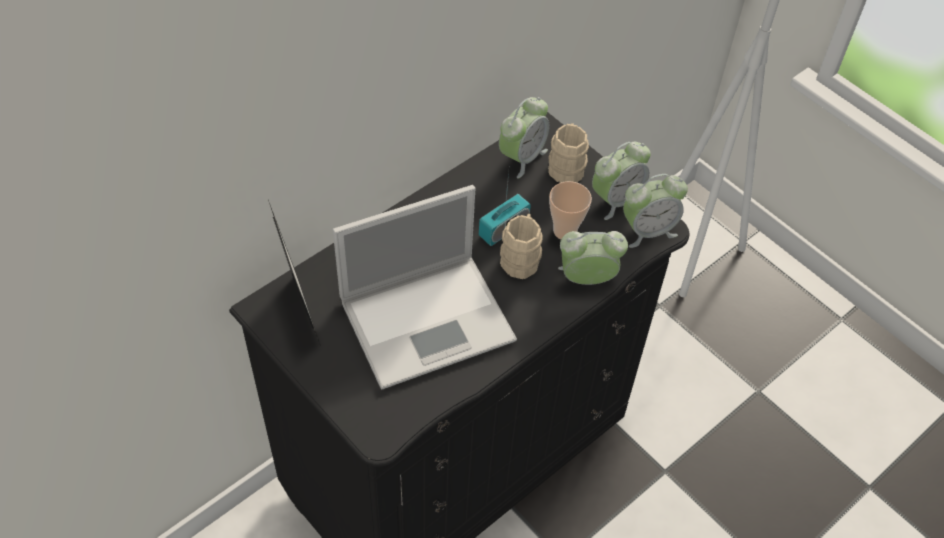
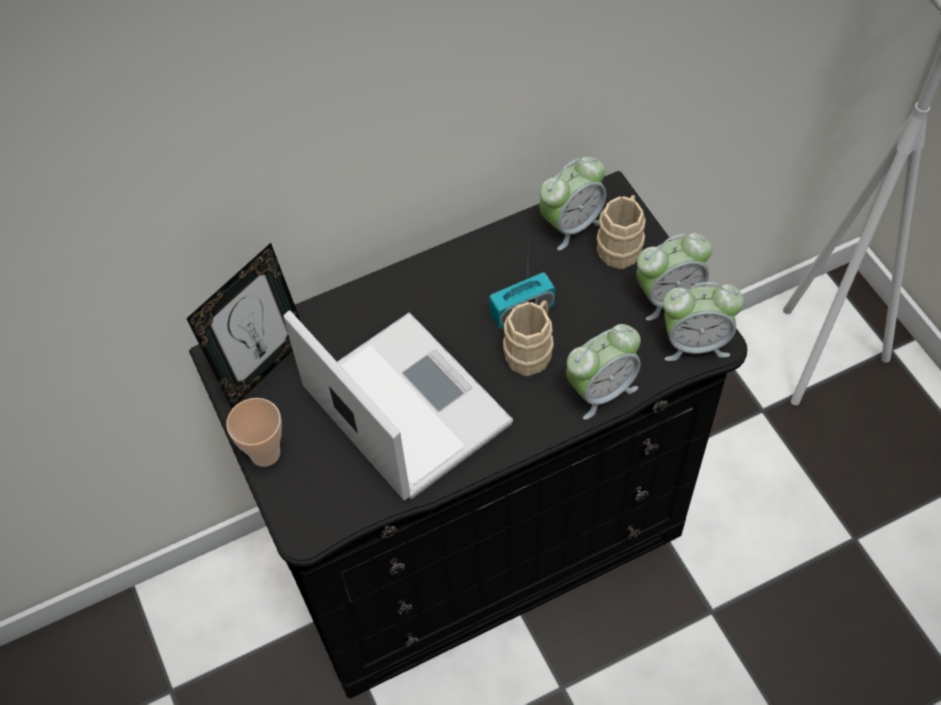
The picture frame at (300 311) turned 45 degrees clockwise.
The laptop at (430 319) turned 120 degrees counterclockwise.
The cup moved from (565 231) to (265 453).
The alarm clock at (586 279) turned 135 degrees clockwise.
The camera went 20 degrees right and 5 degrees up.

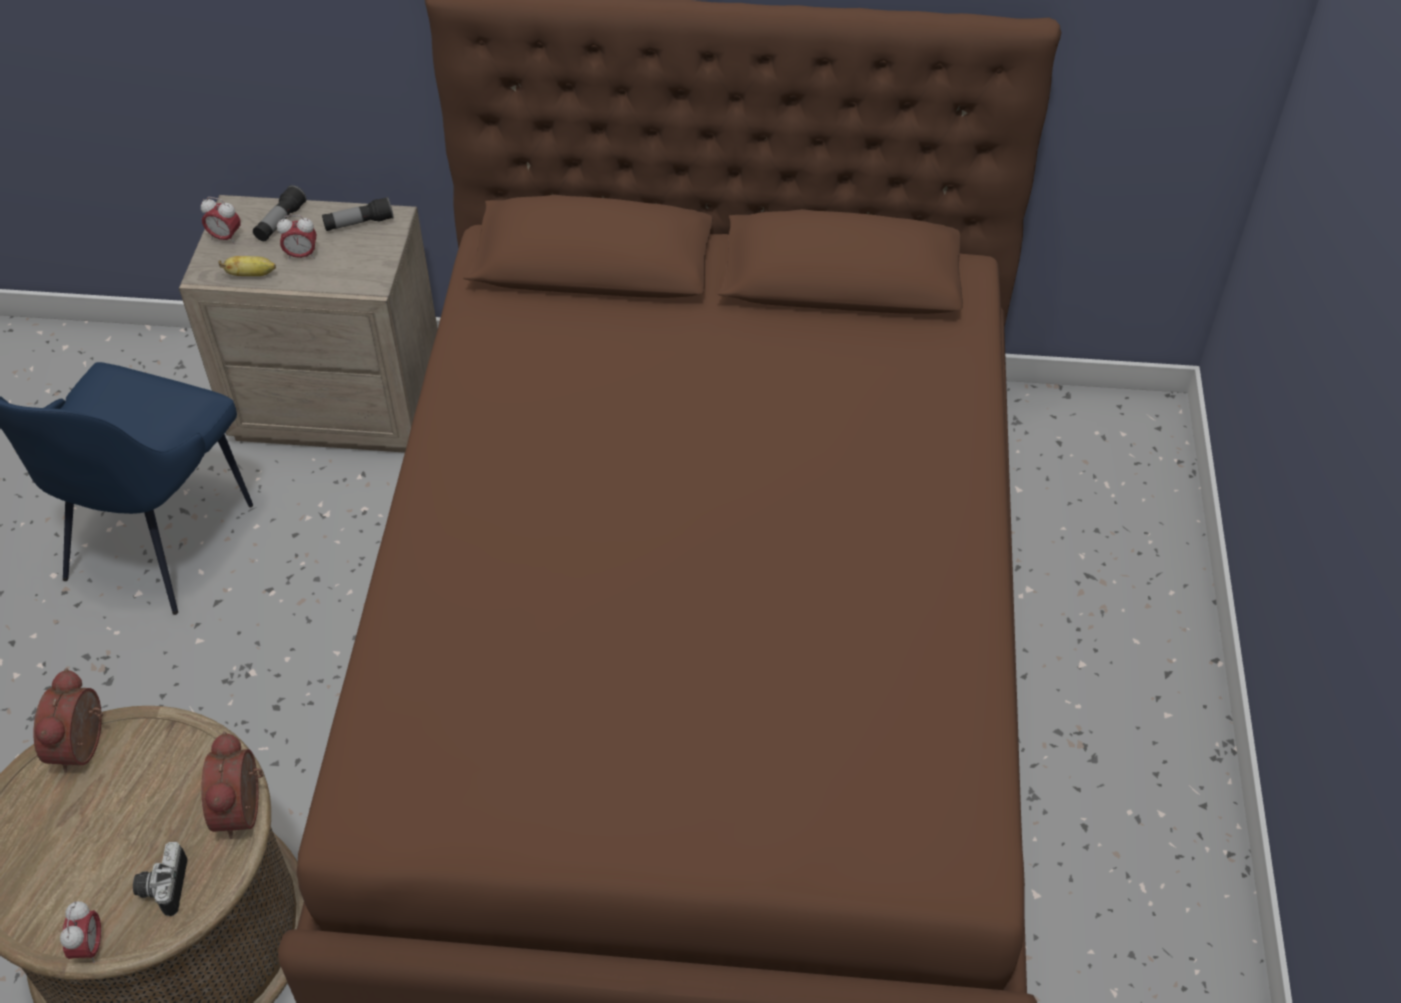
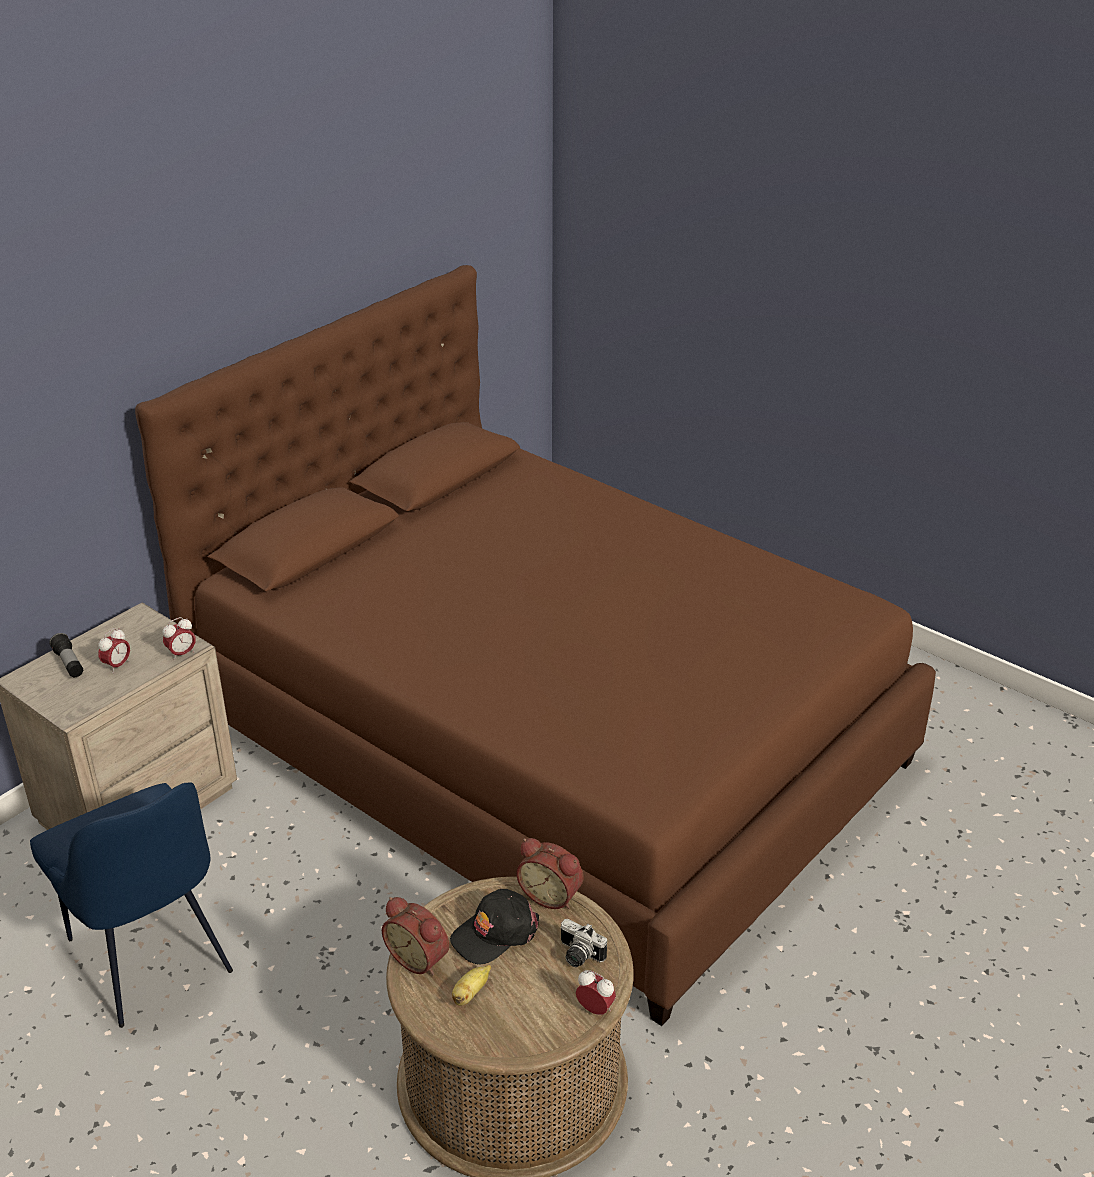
The alarm clock moved from (225 238) to (182 654).
The banana moved from (252 275) to (471 993).
The flashlight at (359 223) disappeared.
The black cap at (495 933) appeared.
The camera went 55 degrees left and 15 degrees down.

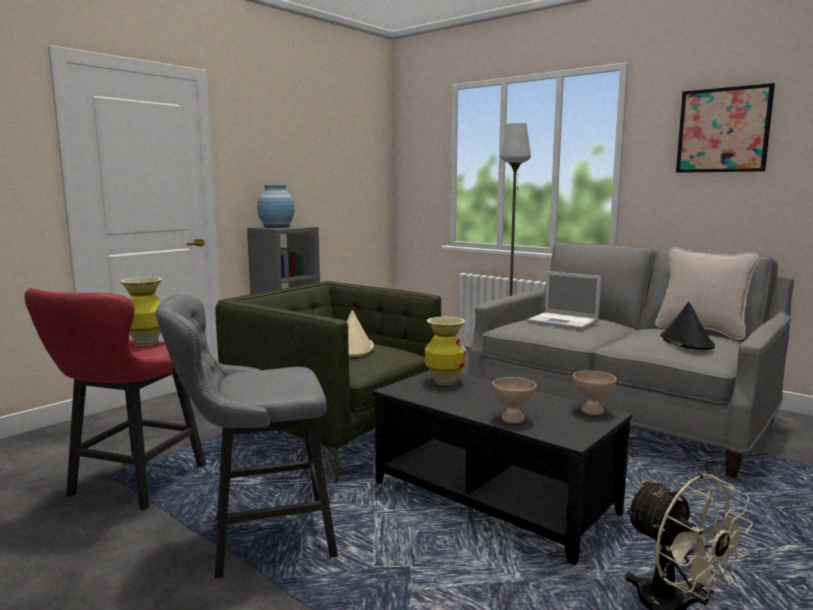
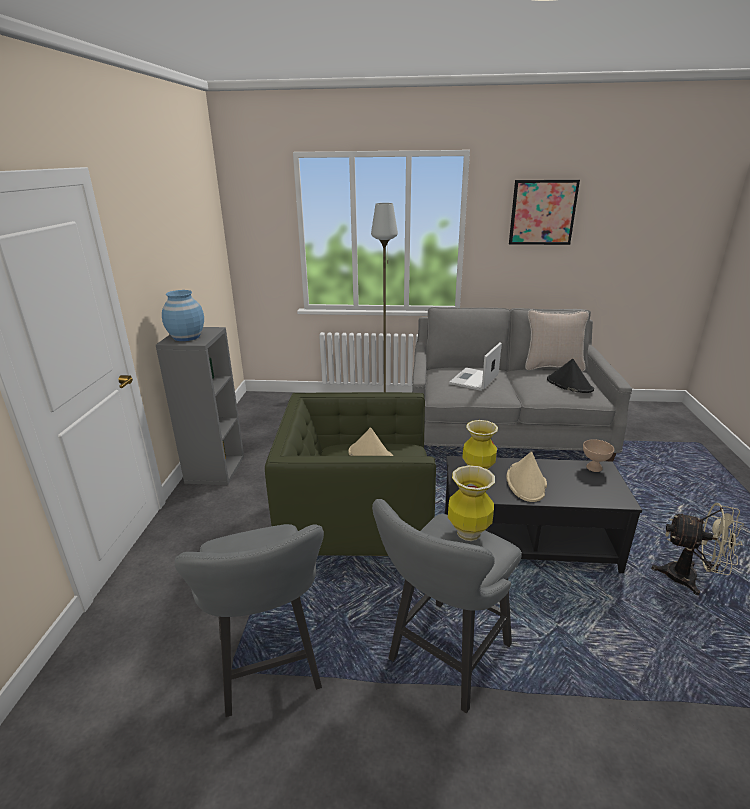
The red stool at (128 487) became the grey stool at (270 673).
The vase moved from (146 343) to (468 533).
The beige bowl at (513 419) disappeared.
The laptop at (564 321) turned 120 degrees clockwise.
The beige hat at (526 482) appeared.
The camera went 35 degrees left and 15 degrees up.

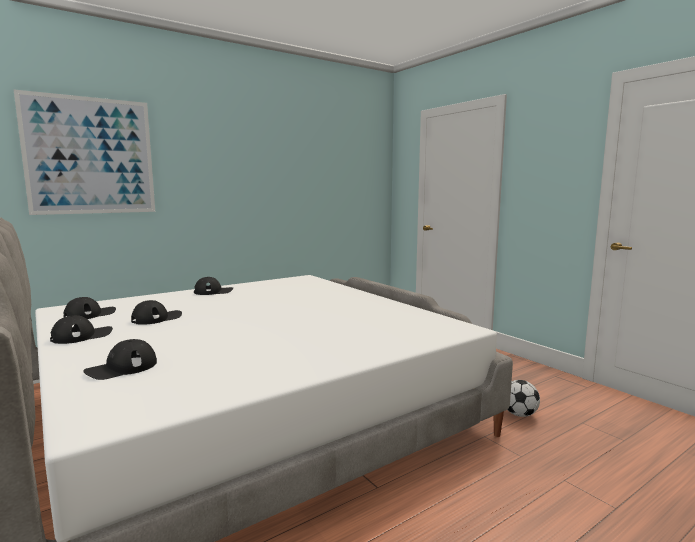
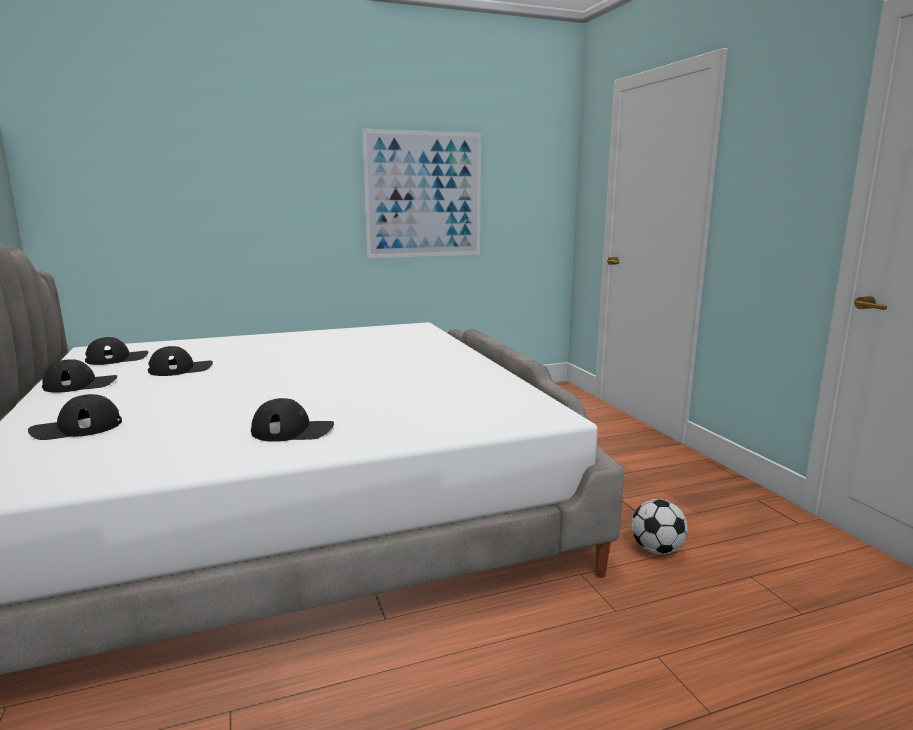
The picture moved from (90 156) to (424 195).
The black cap moved from (213 291) to (293 430).
The camera went 15 degrees right and 5 degrees up.

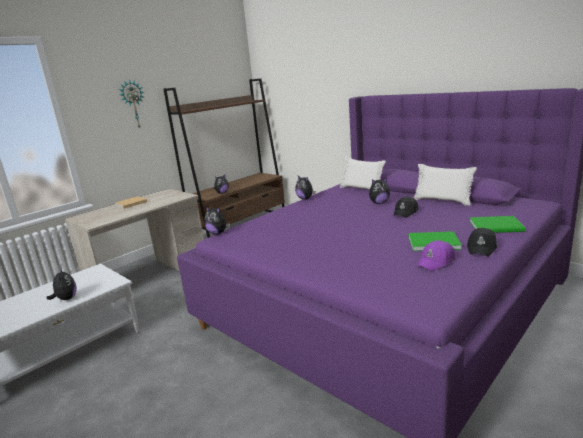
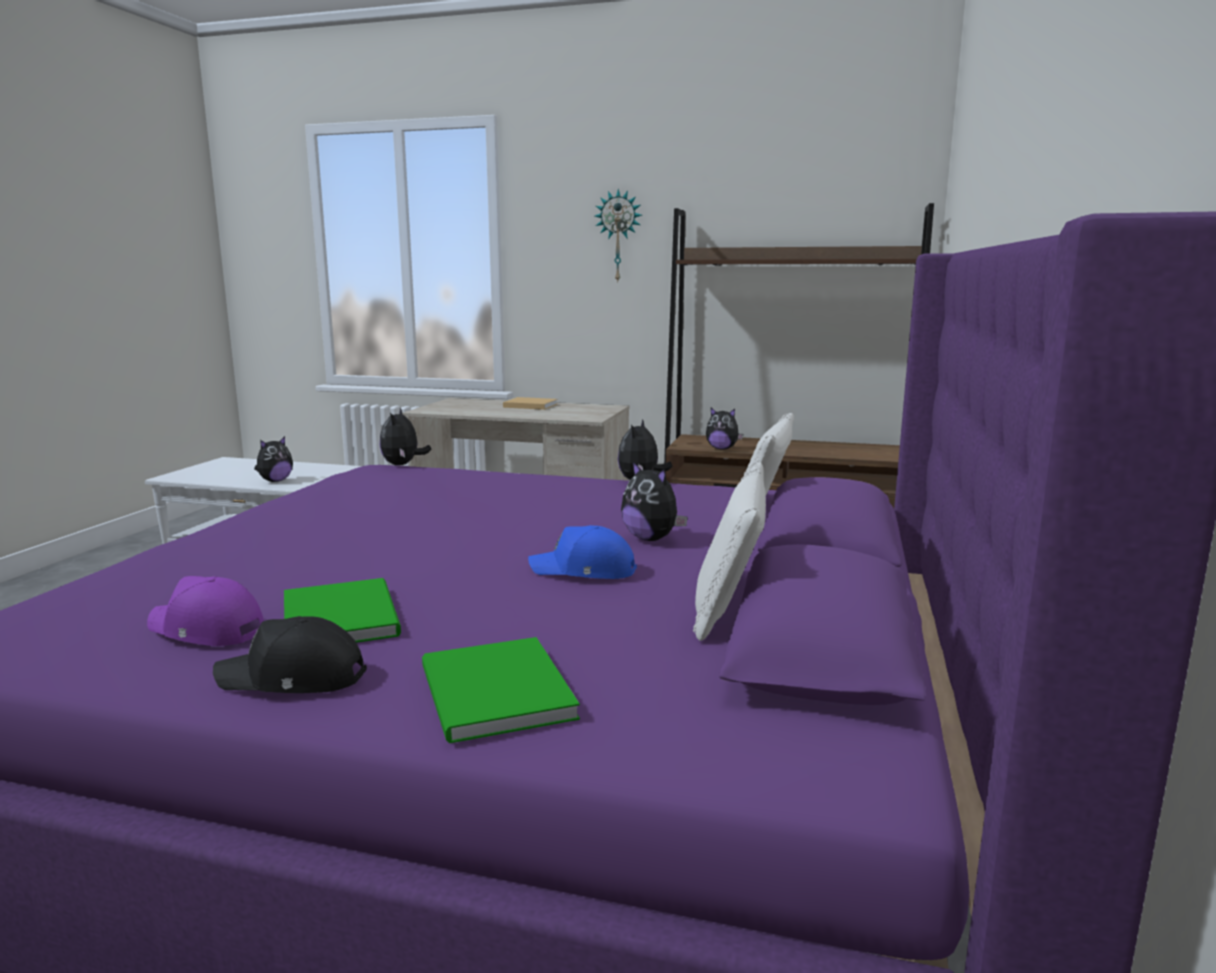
The black cap at (406 212) became the blue cap at (584 571).
The camera went 60 degrees right and 5 degrees down.

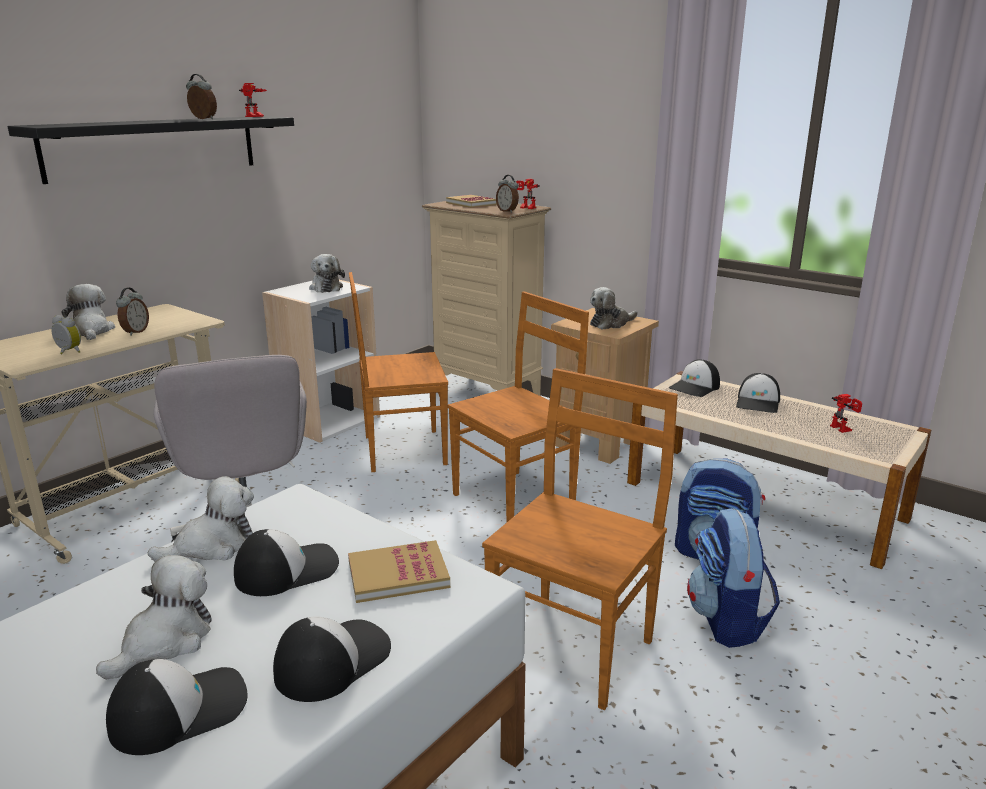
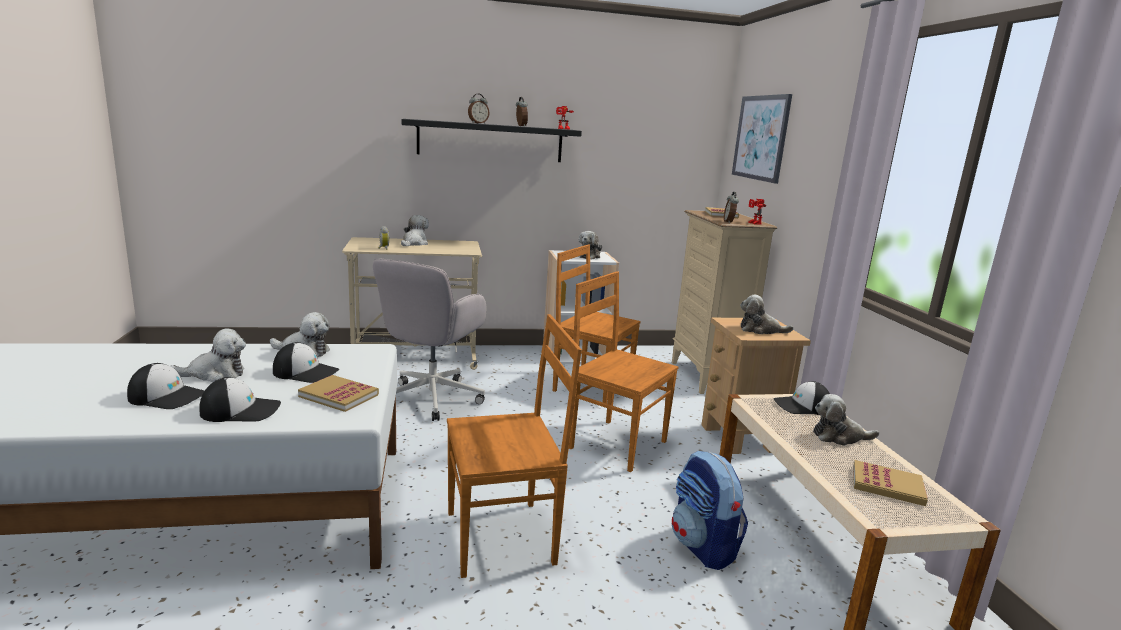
The alarm clock moved from (135 332) to (478 123).
The brown chair at (516 499) turned 150 degrees counterclockwise.
The backpack at (727 621) disappeared.
The cap at (758 403) was replaced by the plush toy at (839 437).
The toy robot at (844 428) was replaced by the book at (887 485).
The picture at (761 138) appeared.
The camera went 40 degrees right and 5 degrees down.

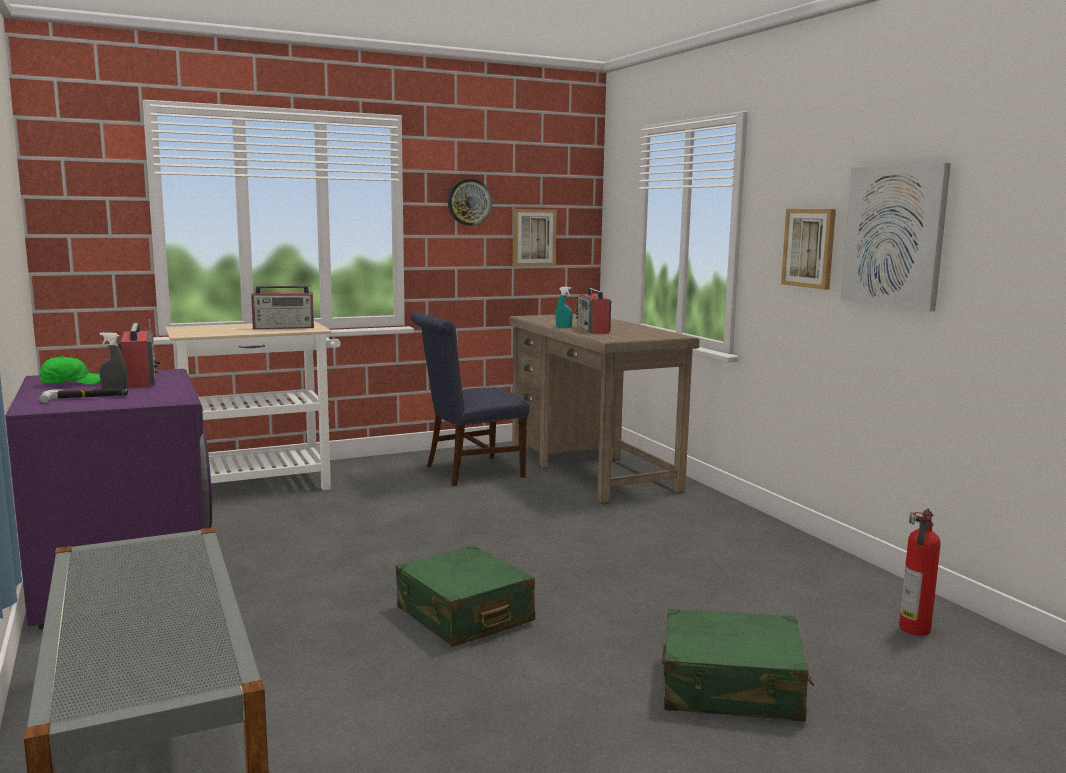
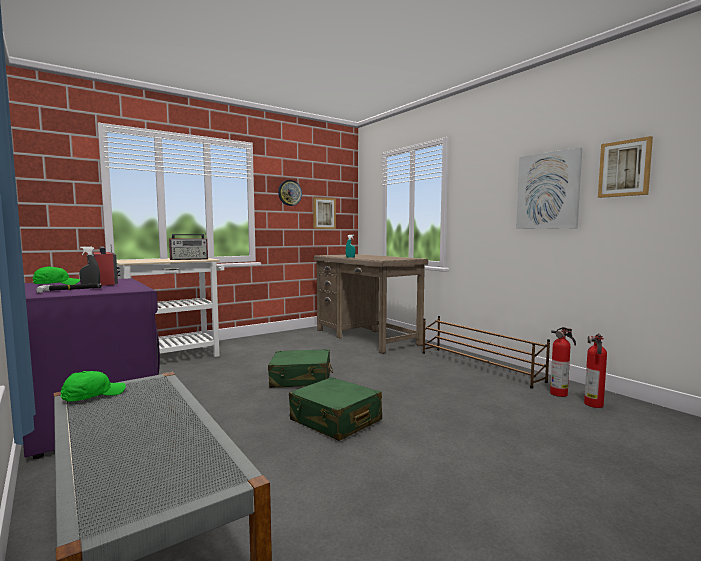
The blue chair at (468 472) disappeared.
The radio at (593 330) disappeared.
The green suitcase moved from (732 688) to (301 379).
The picture moved from (809 248) to (624 168).
The green cap at (93 396) appeared.
The brown shoe rack at (478 366) appeared.
The fire extinguisher at (560 394) appeared.
The camera went 10 degrees left and 5 degrees down.

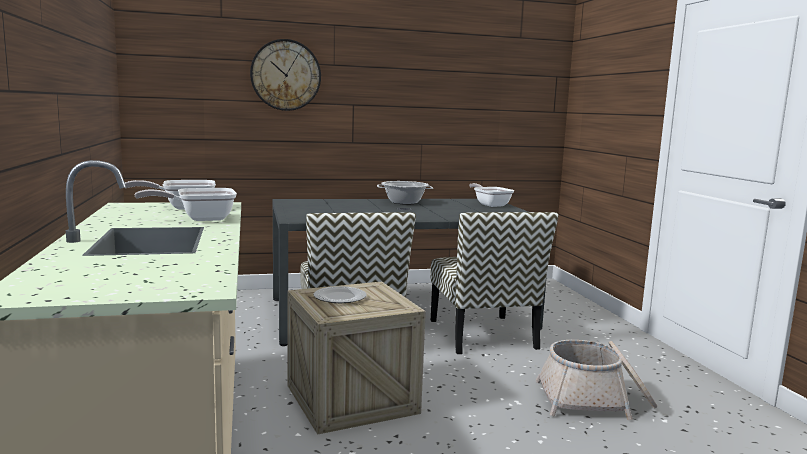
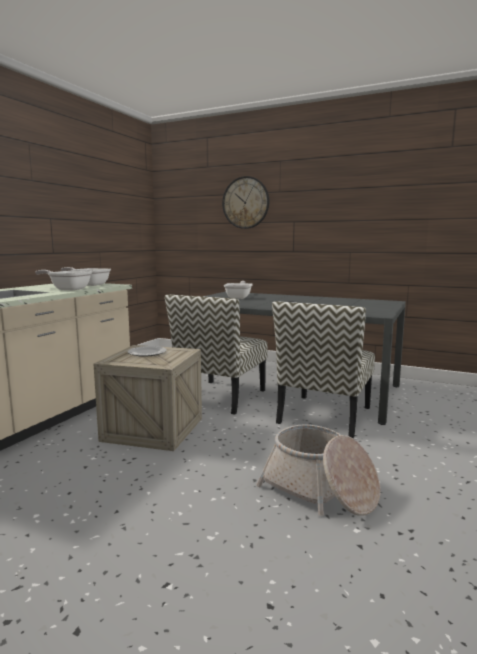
The cooking pot at (404 202) disappeared.
The frying pan moved from (490 204) to (239 297).
The camera went 40 degrees right and 0 degrees up.

